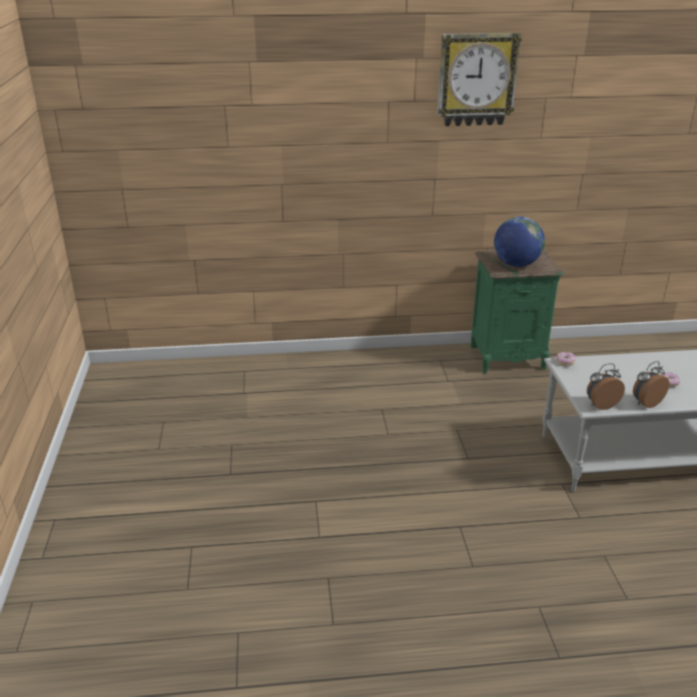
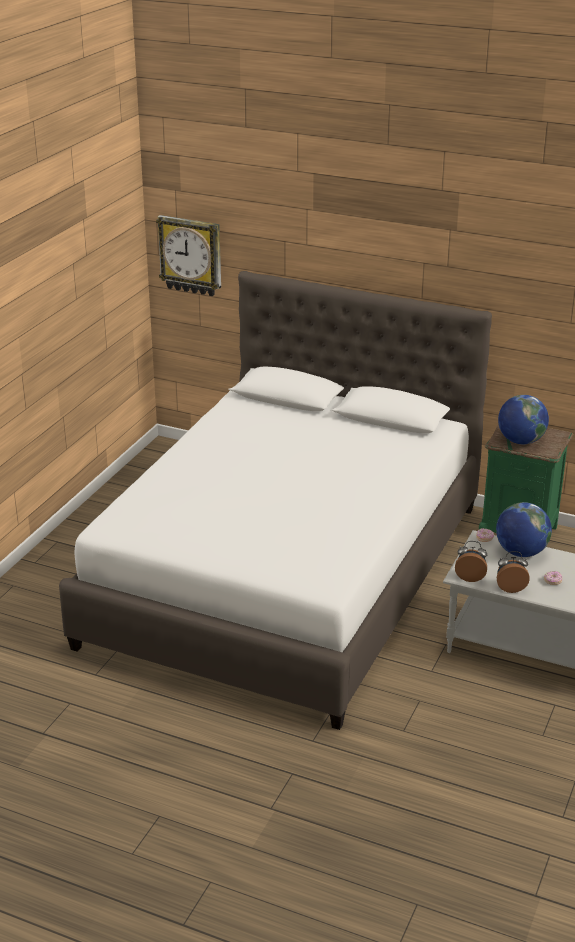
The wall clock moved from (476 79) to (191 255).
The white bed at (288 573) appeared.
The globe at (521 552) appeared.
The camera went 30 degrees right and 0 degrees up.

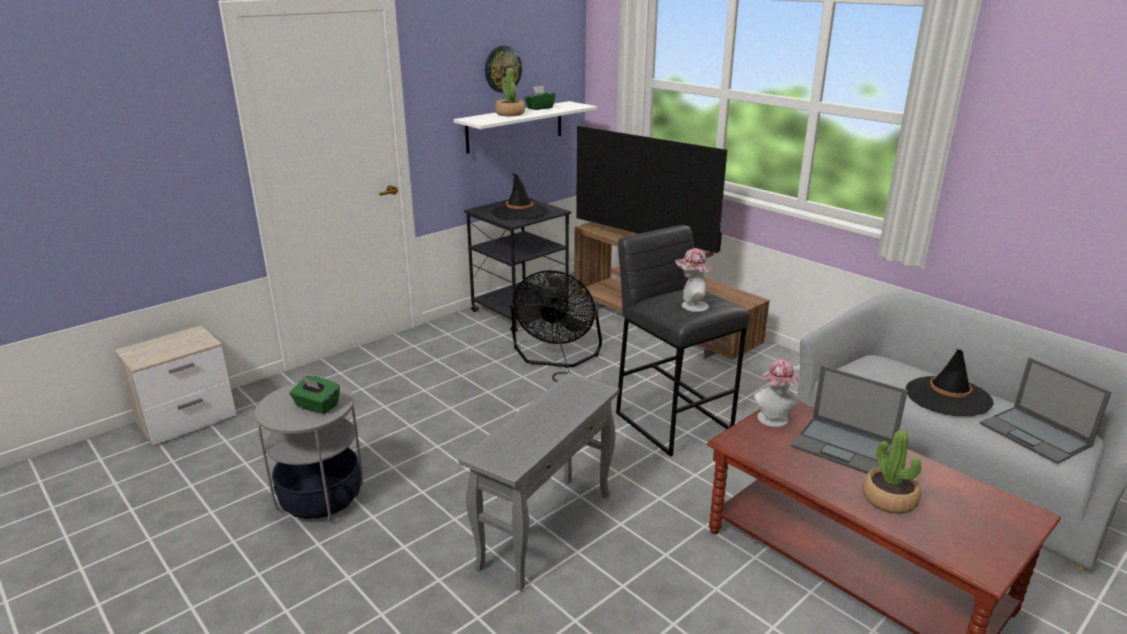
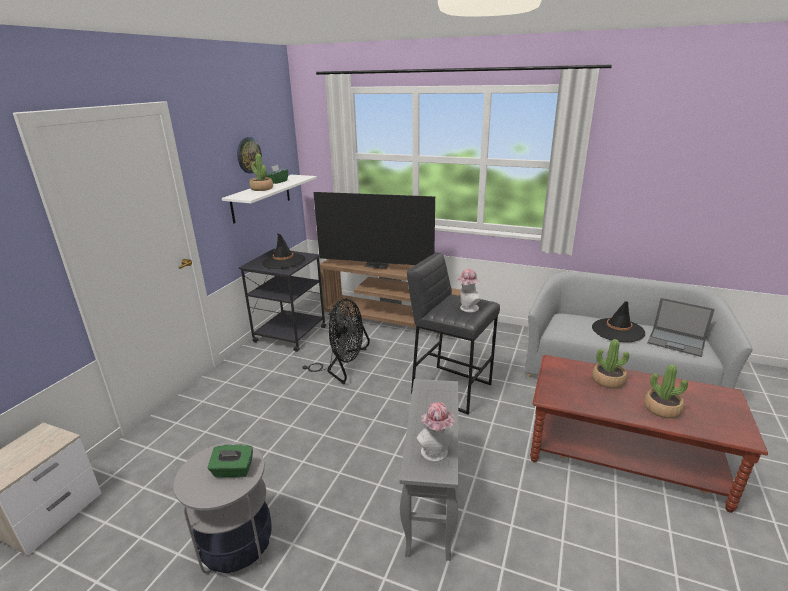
The black fan at (555 360) turned 120 degrees clockwise.
The hat moved from (774 421) to (436 454).
The laptop at (844 447) was replaced by the potted plant at (608 380).
The camera went 25 degrees left and 0 degrees up.

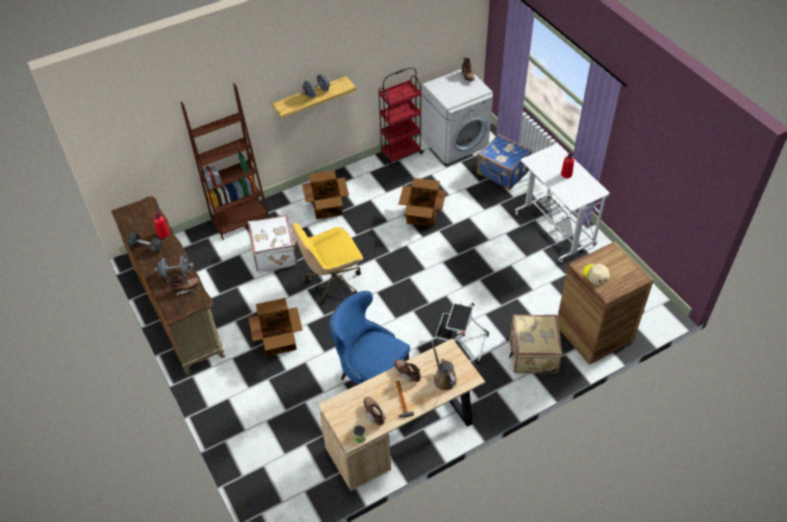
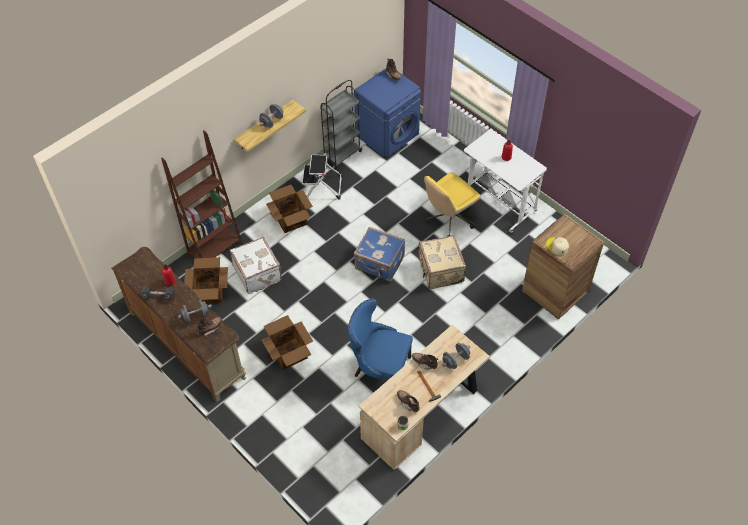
The yellow office chair moved from (332 283) to (449 221).
The red cart at (401 155) became the grey cart at (342 155).
The cardboard box moved from (421 216) to (209 293).
The white washing machine at (456 142) became the blue washing machine at (388 134).
The brown watering can at (444 378) was replaced by the grey dumbbell at (455 360).
The step ladder moved from (461 343) to (322 186).
The blue suitcase moved from (502 173) to (379 263).
The beige suitcase moved from (532 354) to (440 271).
The camera went 15 degrees left and 5 degrees up.

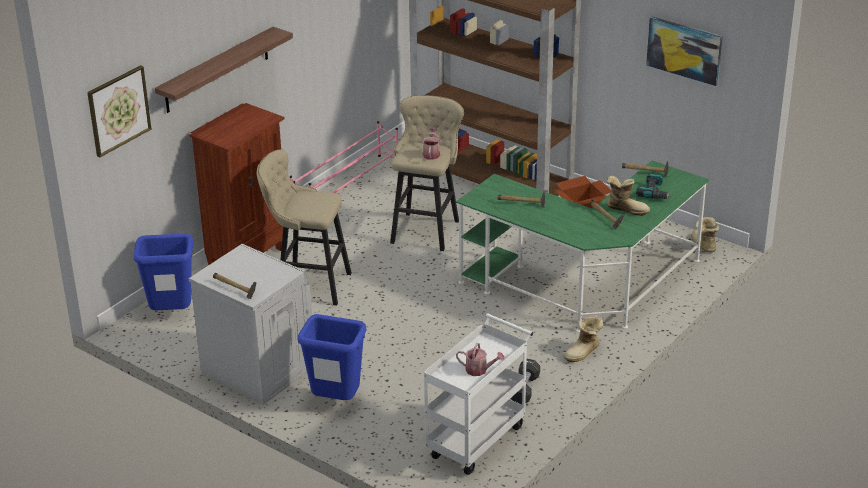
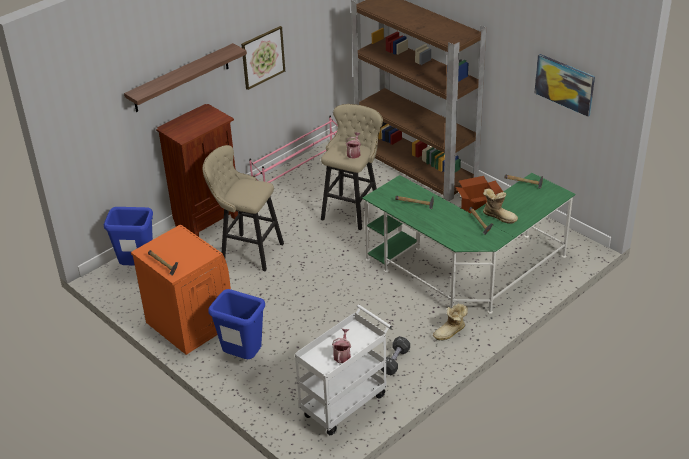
The picture moved from (118 110) to (262 57).
The white washing machine at (257 371) became the orange washing machine at (189 324).
The watering can at (479 370) turned 105 degrees counterclockwise.
The power drill at (654 192) disappeared.
The boot at (702 245) disappeared.
The camera went 10 degrees right and 5 degrees up.

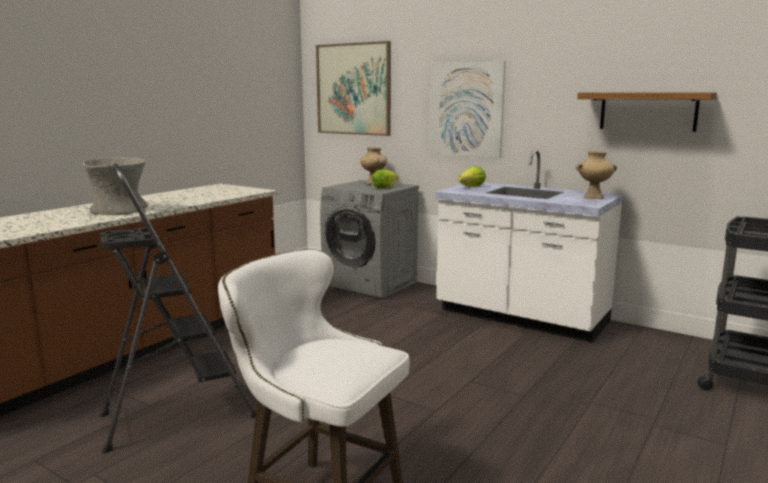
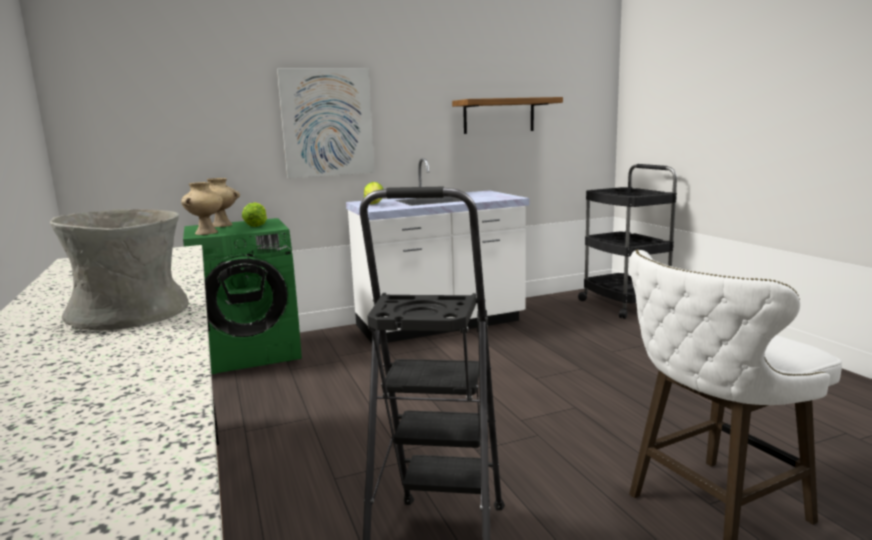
The picture at (353 89) disappeared.
The grey washing machine at (371 285) became the green washing machine at (250 355).
The beige vase moved from (593 197) to (206 232).
The camera went 55 degrees left and 0 degrees up.

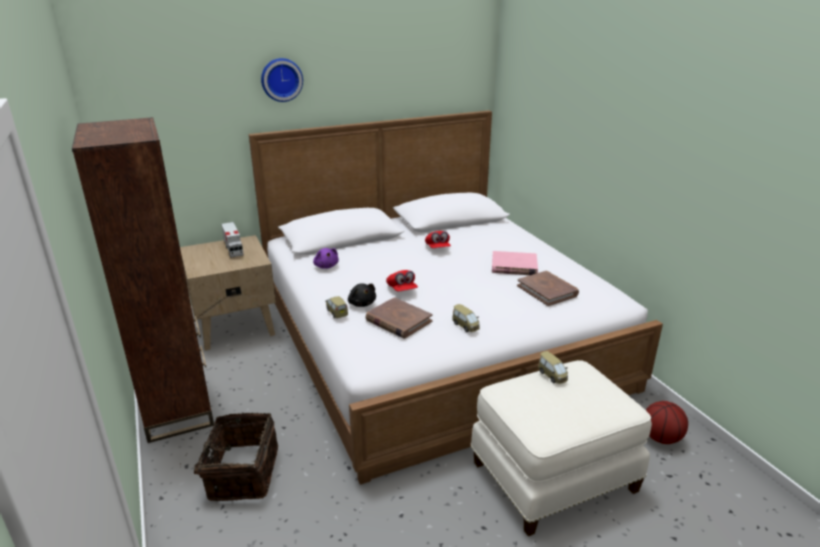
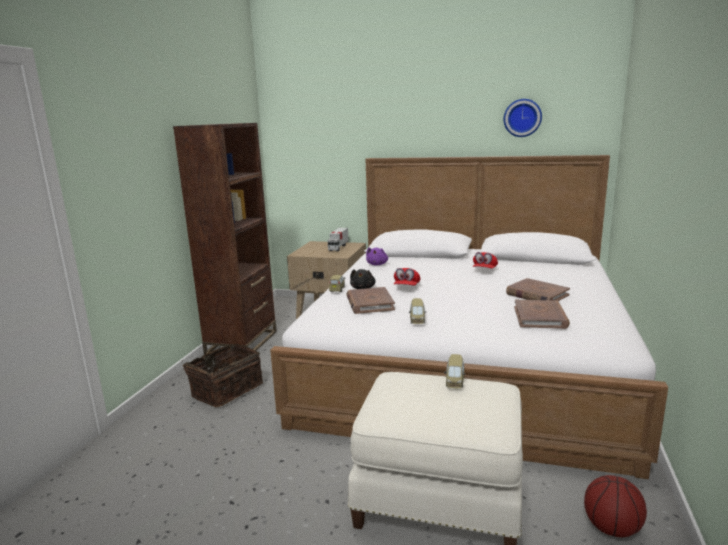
The wall clock moved from (281 79) to (522 118).
The pink book at (514 266) became the brown book at (537 294).
The camera went 40 degrees right and 10 degrees down.

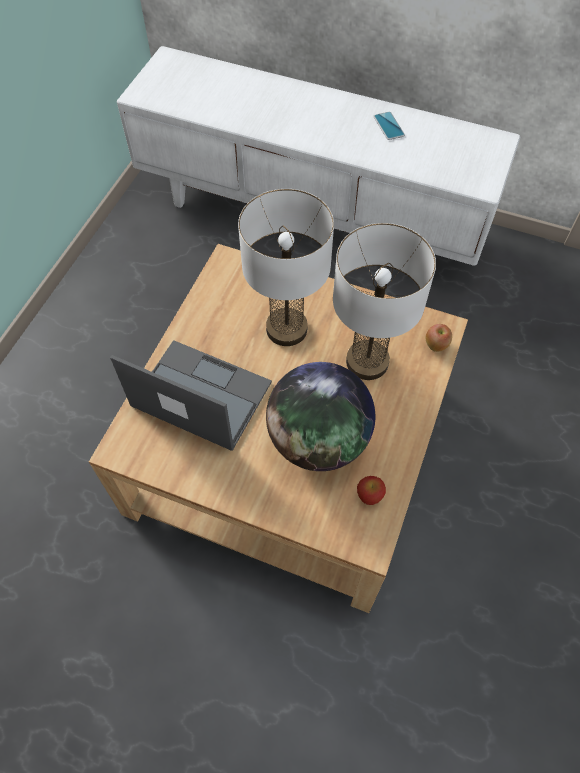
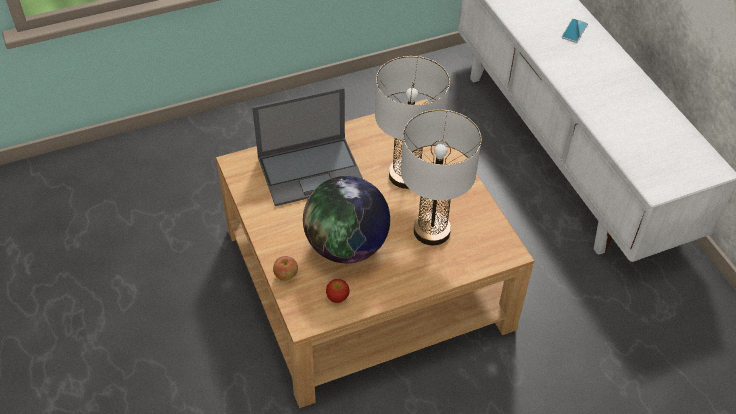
The laptop at (199 394) turned 90 degrees clockwise.
The phone moved from (388 126) to (574 31).
The apple moved from (436 345) to (286 276).
The camera went 45 degrees right and 10 degrees down.

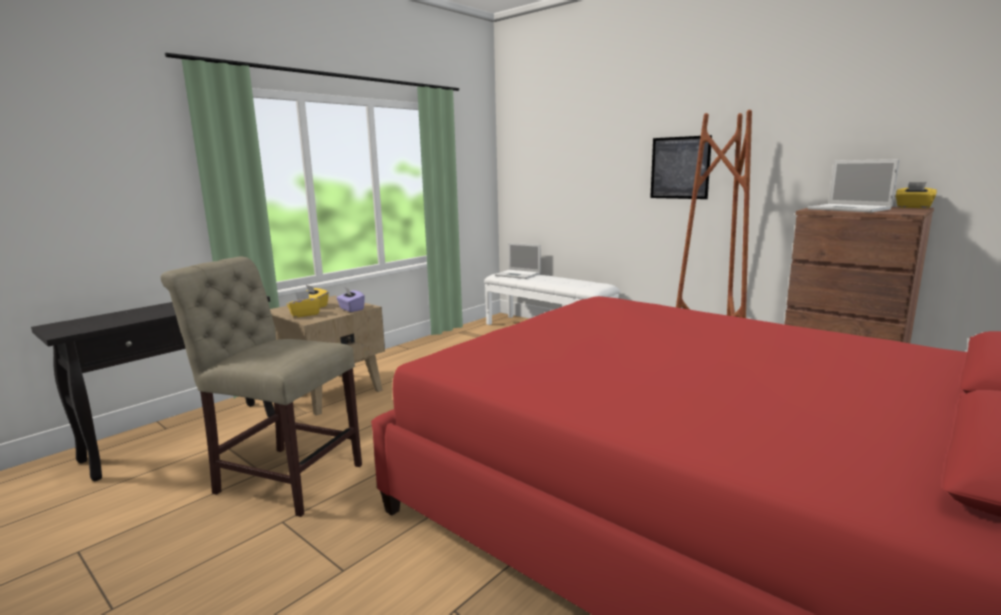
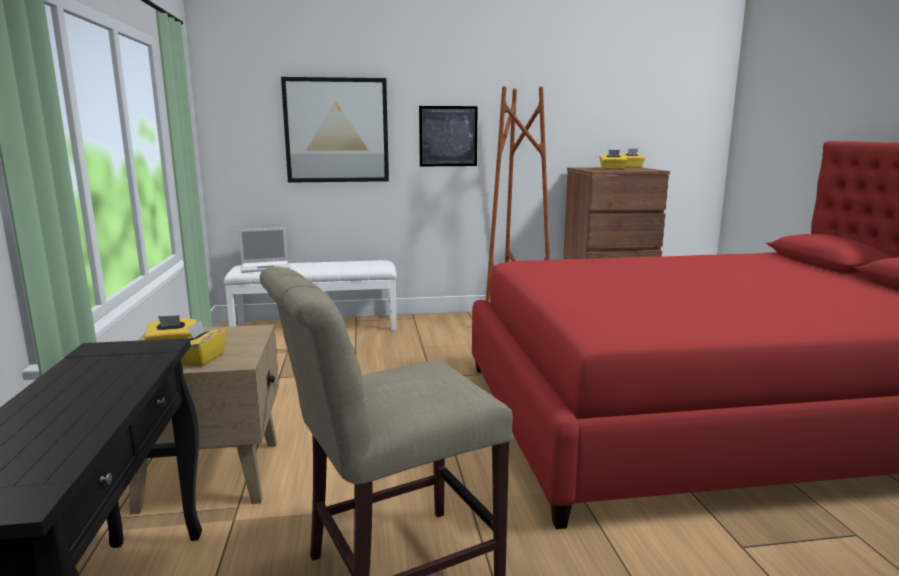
The purple tissue box at (351 309) disappeared.
The laptop at (850 209) was replaced by the yellow tissue box at (612 169).
The picture at (336 130) appeared.
The camera went 50 degrees left and 0 degrees up.

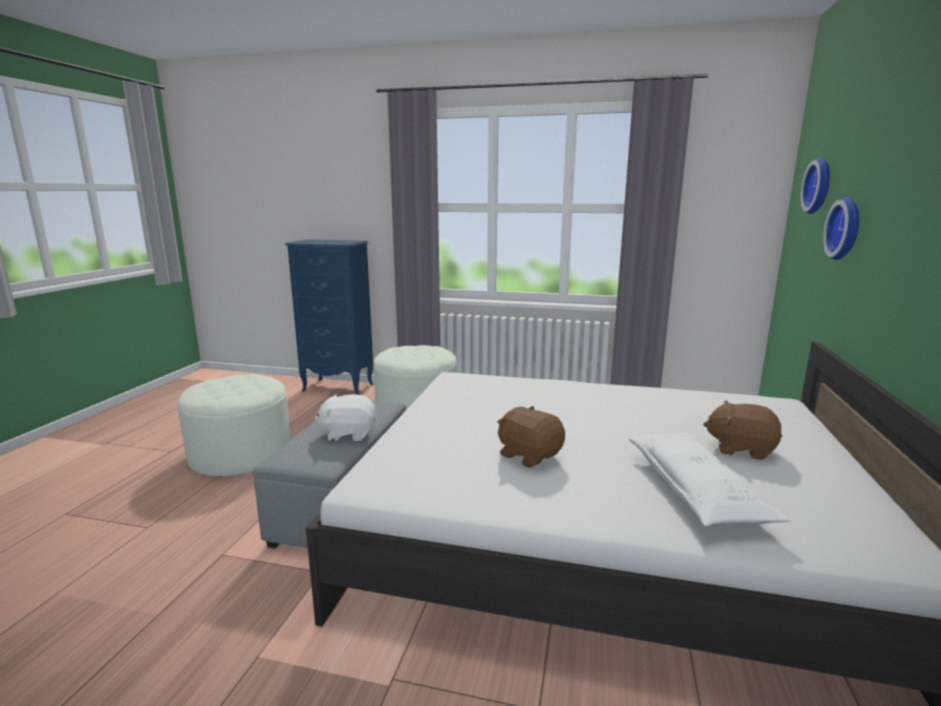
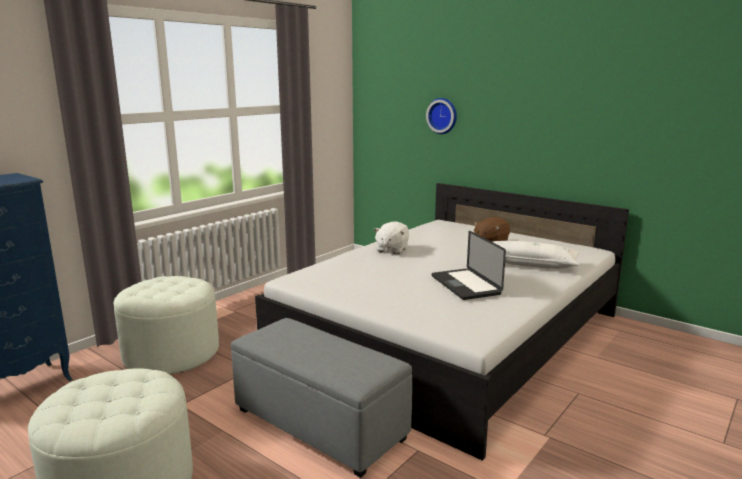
The white plush toy moved from (348 434) to (392 250).
The brown plush toy at (529 455) was replaced by the laptop at (465 285).
The wall clock at (820 186) disappeared.
The camera went 65 degrees left and 0 degrees up.

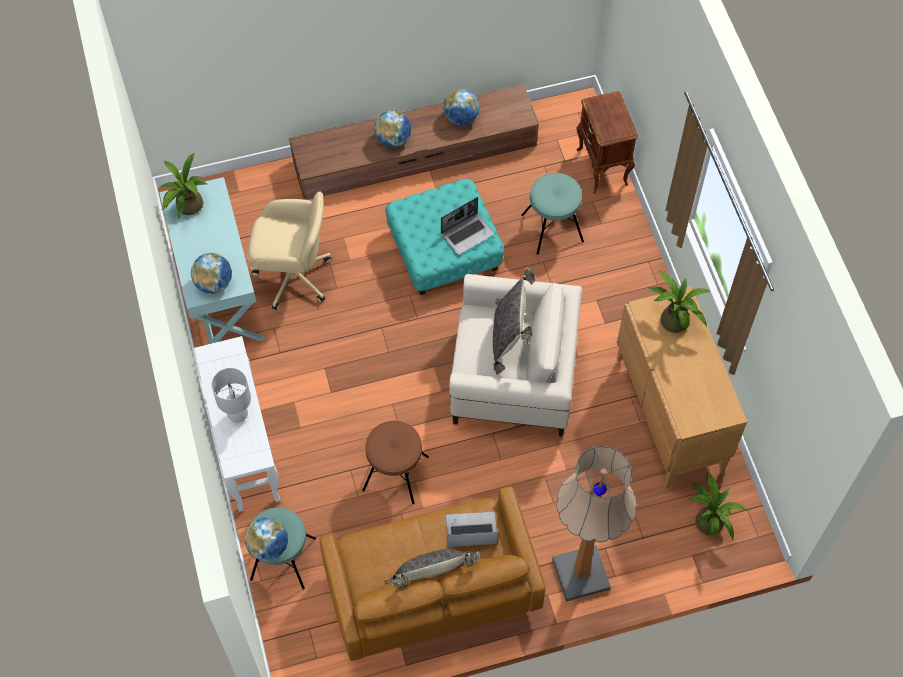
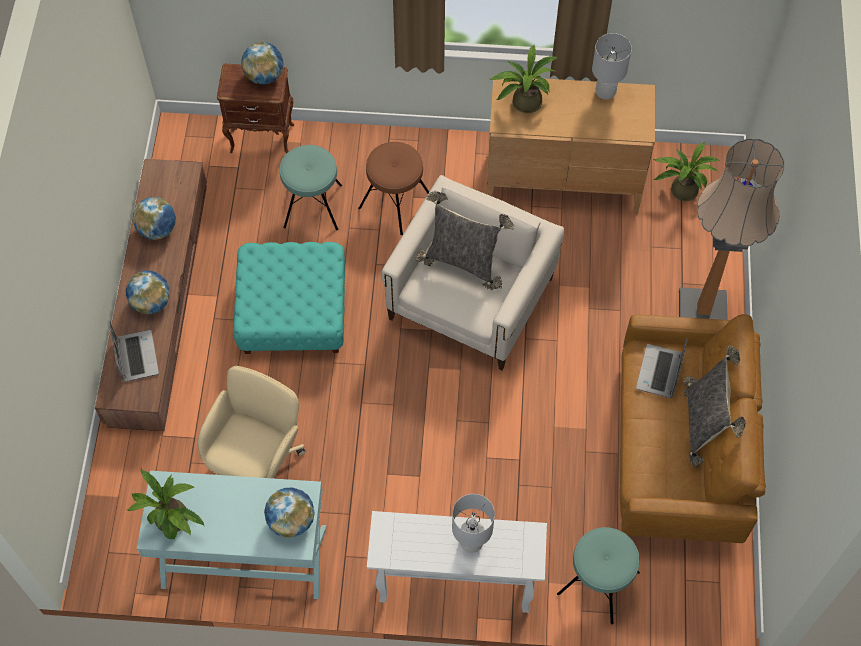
The globe moved from (268 546) to (264 76).
The brown stool moved from (395 473) to (396 203).
The laptop moved from (467 233) to (136 356).
The grey table lamp at (605 93) appeared.
The camera went 70 degrees left and 0 degrees up.

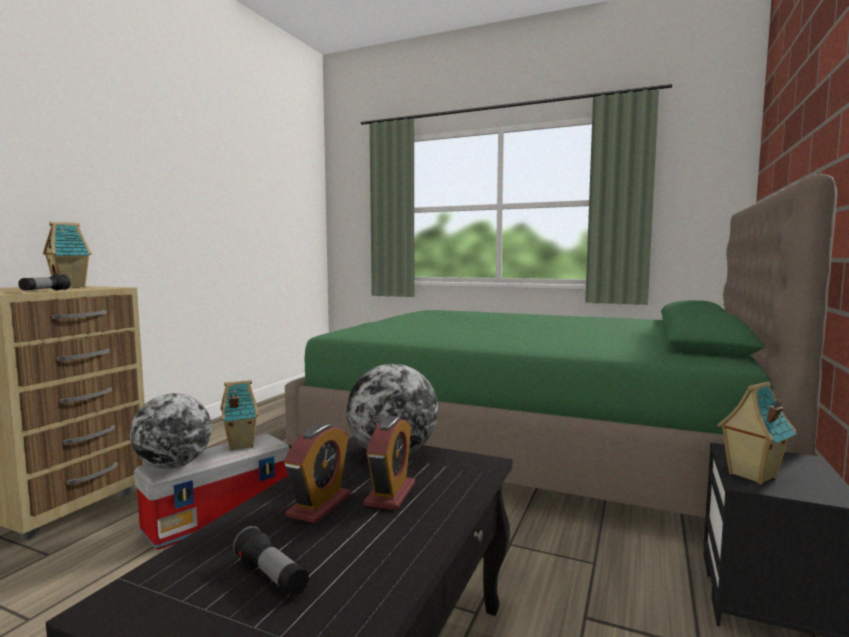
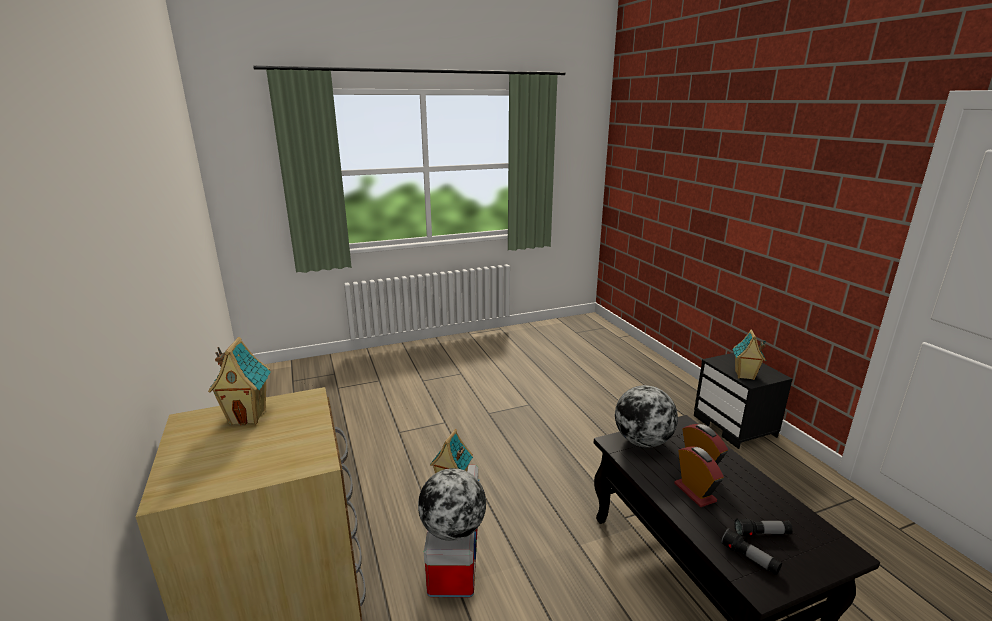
The flashlight moved from (45 291) to (749 558).
The green bed at (532 446) disappeared.
The camera went 45 degrees left and 15 degrees up.

